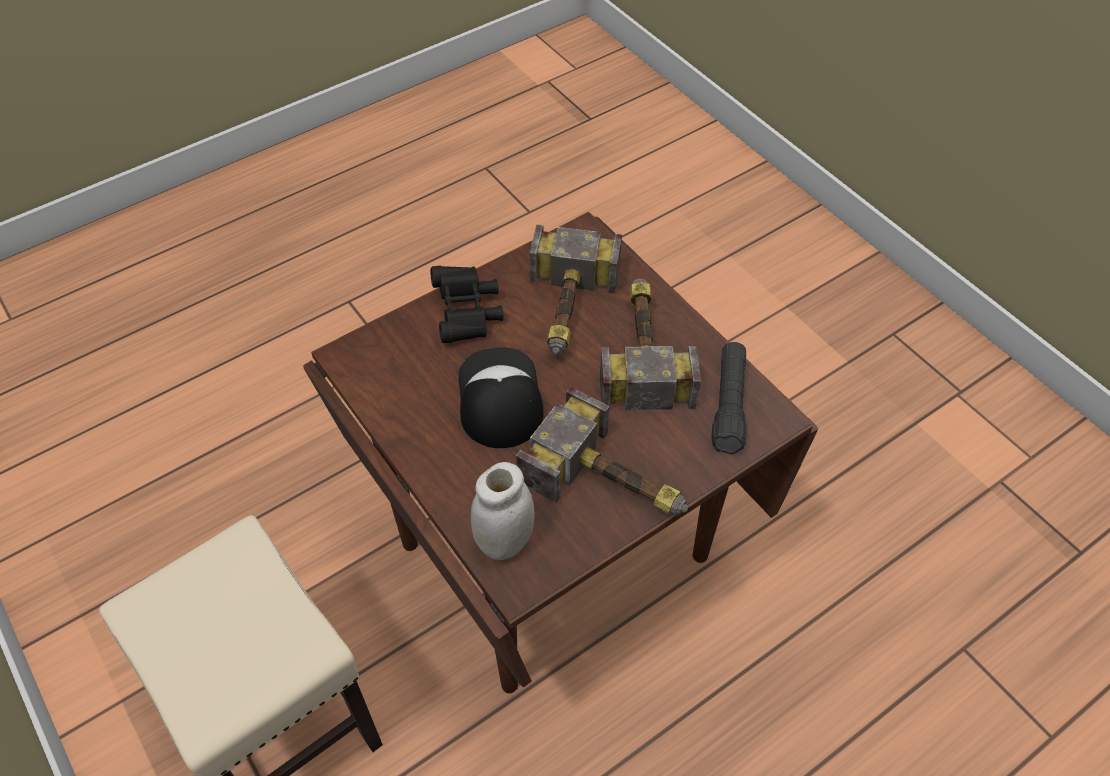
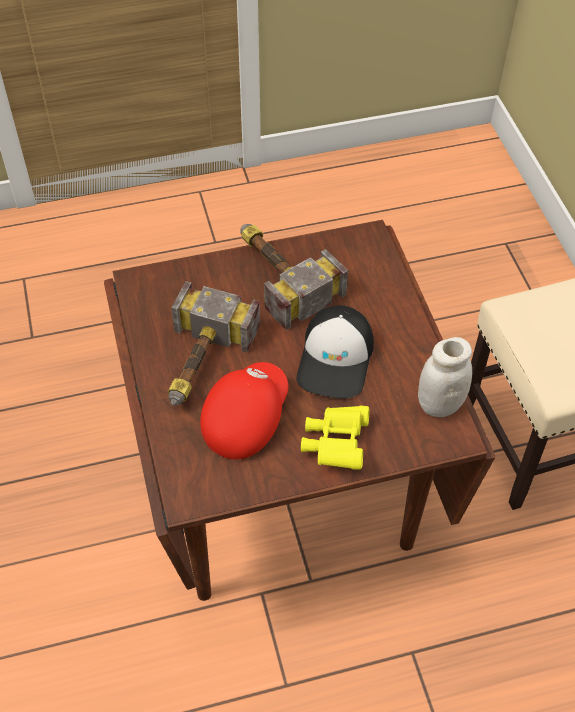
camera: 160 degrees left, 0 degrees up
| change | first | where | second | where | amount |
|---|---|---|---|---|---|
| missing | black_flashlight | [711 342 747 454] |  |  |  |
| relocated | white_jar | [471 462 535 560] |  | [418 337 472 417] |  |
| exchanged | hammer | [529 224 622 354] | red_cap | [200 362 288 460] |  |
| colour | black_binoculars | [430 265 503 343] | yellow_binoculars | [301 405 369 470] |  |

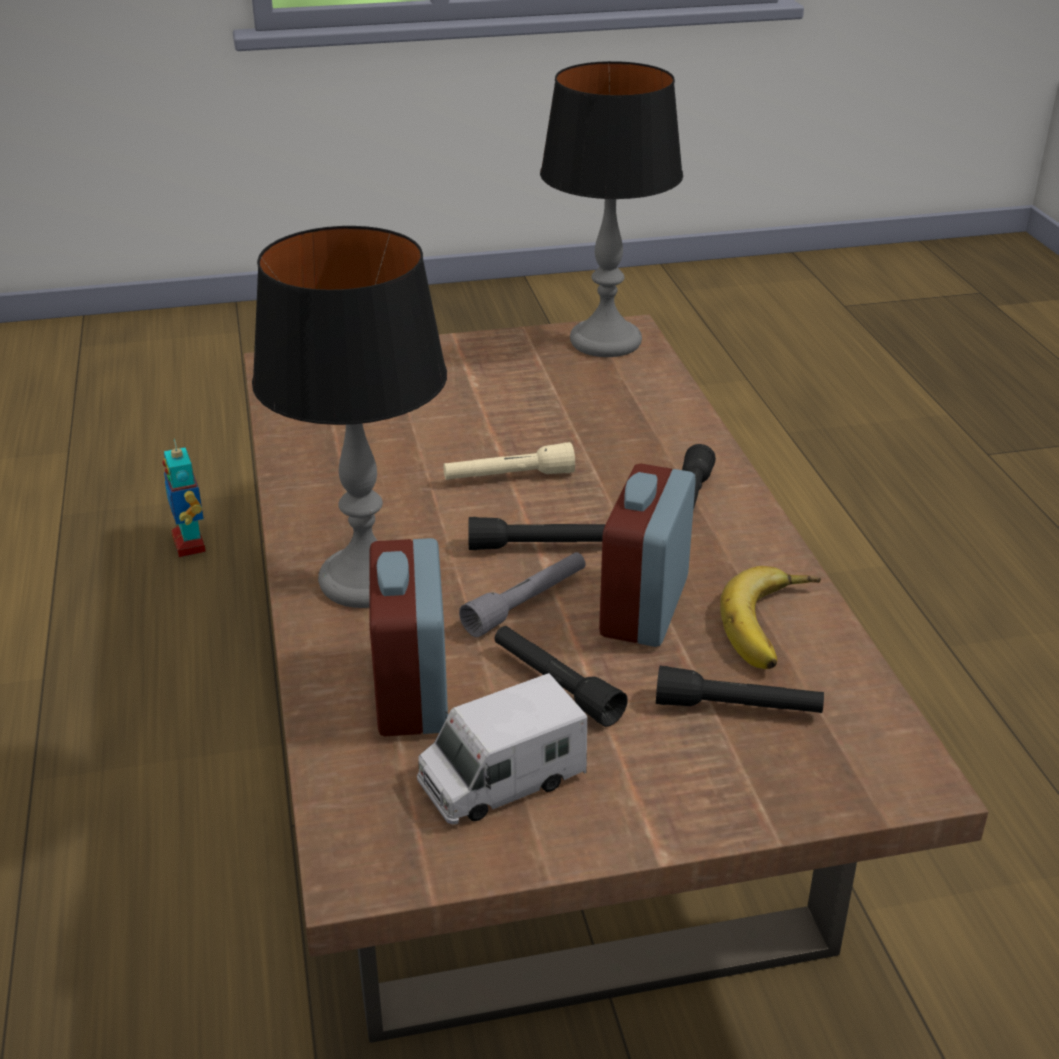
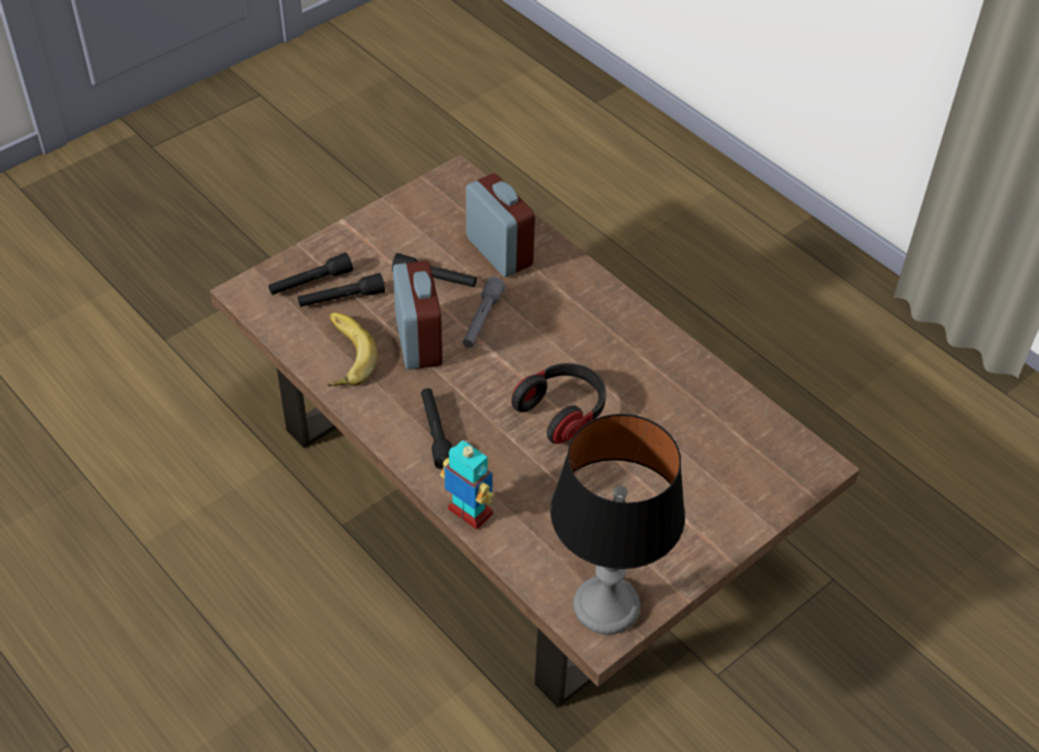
camera: 150 degrees right, 15 degrees up
| change | first | where | second | where | amount |
|---|---|---|---|---|---|
| missing | table_lamp | [252 226 447 608] |  |  |  |
| missing | toy_truck | [417 673 587 825] |  |  |  |
| relocated | toy_robot | [163 439 206 557] |  | [440 440 495 530] |  |
| relocated | black_flashlight | [468 517 605 550] |  | [268 252 353 295] |  |
| exchanged | beige_flashlight | [443 442 575 480] | headphones | [511 363 606 444] |  |

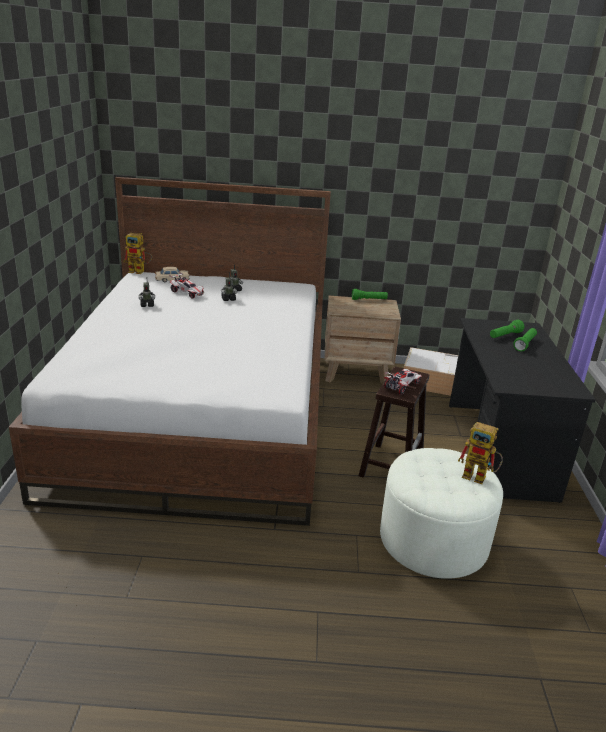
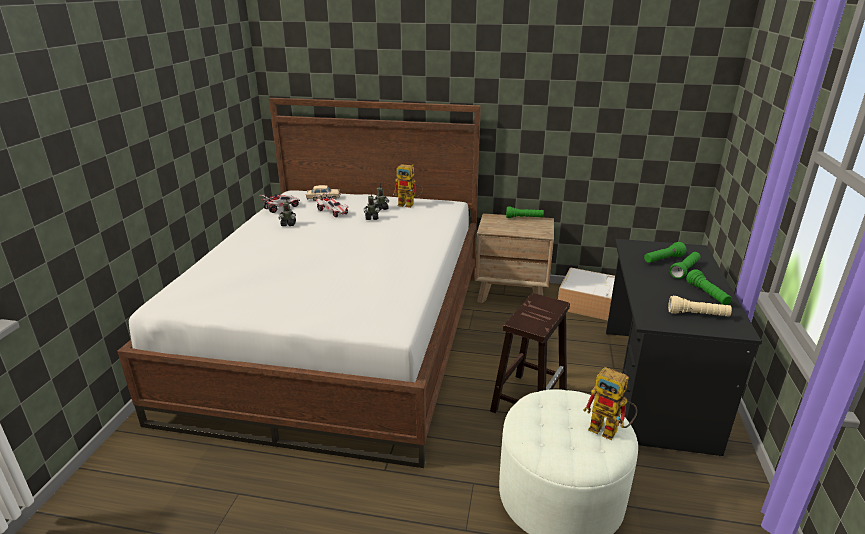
camera: 10 degrees right, 0 degrees up
| change | first | where | second | where | amount |
|---|---|---|---|---|---|
| appeared |  |  | beige_flashlight | [668 296 732 317] |  |
| appeared |  |  | green_flashlight | [686 269 732 305] |  |
| relocated | toy_robot | [123 233 152 274] |  | [393 164 423 208] |  |
| relocated | toy_car | [384 369 422 395] |  | [259 194 300 213] |  |

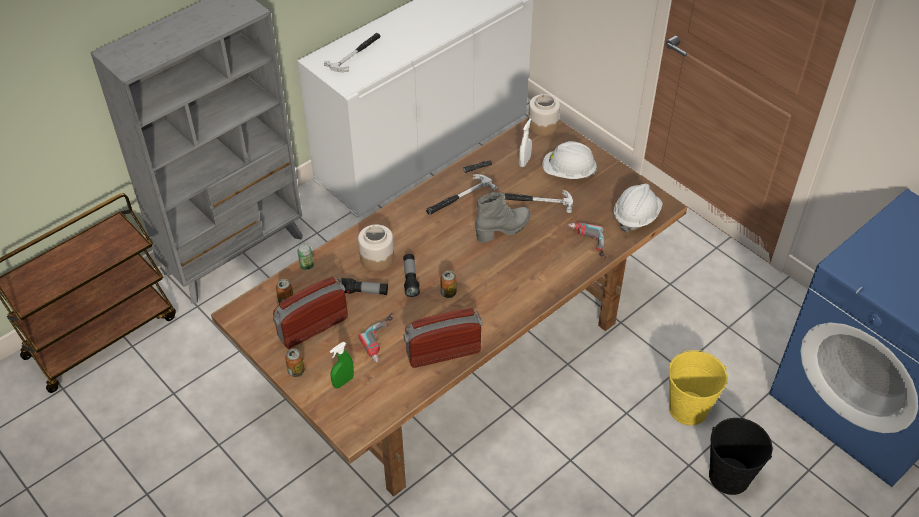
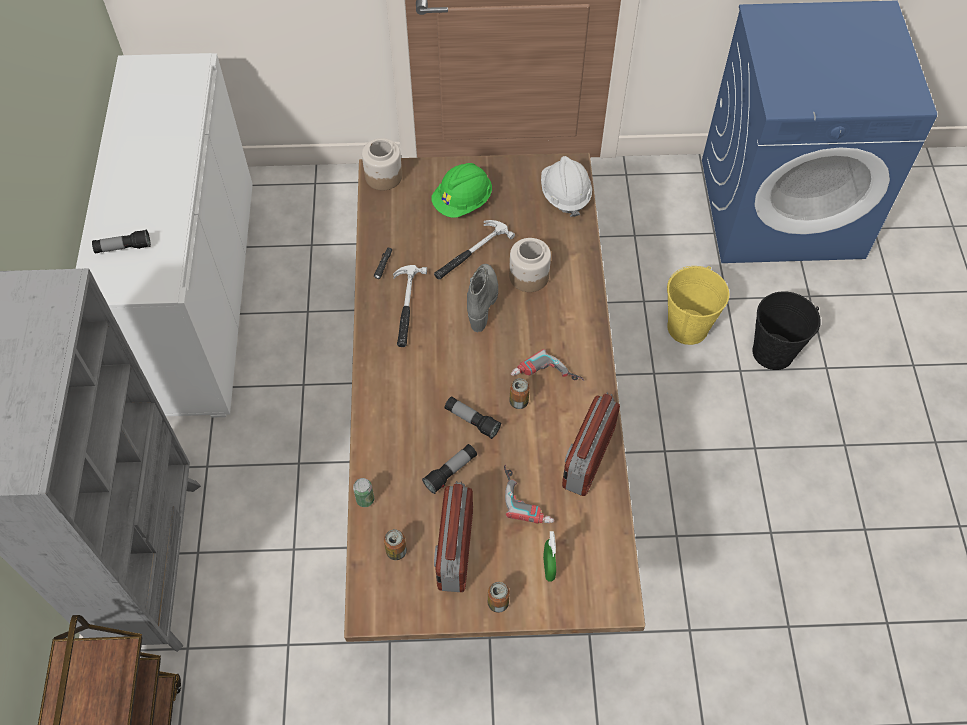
camera: 50 degrees left, 10 degrees up
| change | first | where | second | where | amount |
|---|---|---|---|---|---|
| missing | white_spray_bottle | [519 119 532 167] |  |  |  |
| relocated | jar | [358 224 394 271] |  | [509 238 551 292] |  |
| relocated | power_drill | [568 223 606 260] |  | [511 349 584 381] |  |
| exchanged | hammer | [324 33 381 72] | flashlight | [92 229 151 254] |  |
| colour | white_hard_hat | [542 141 597 179] | green_hard_hat | [431 163 492 218] |  |

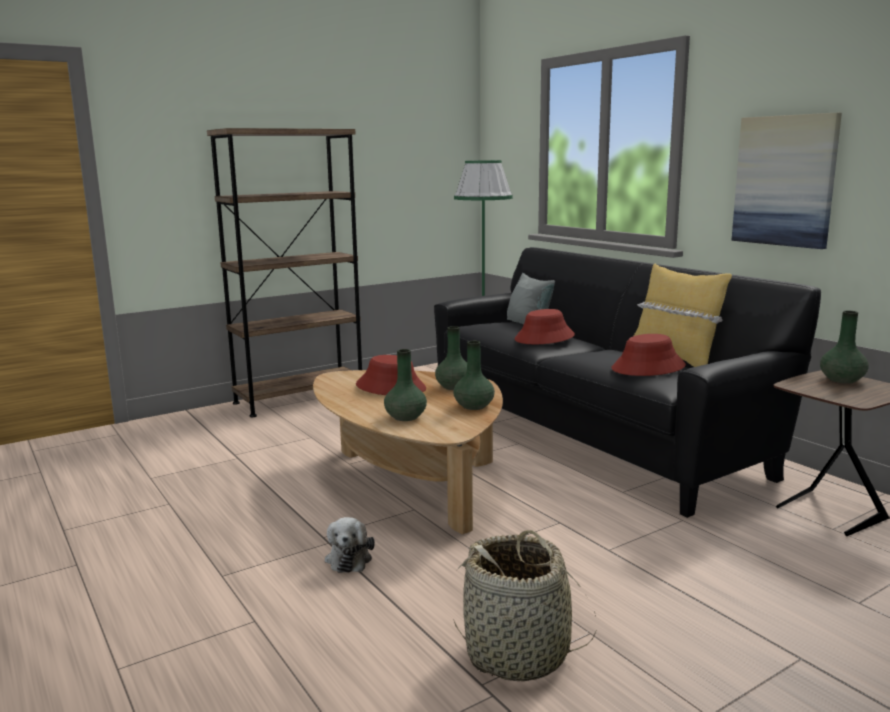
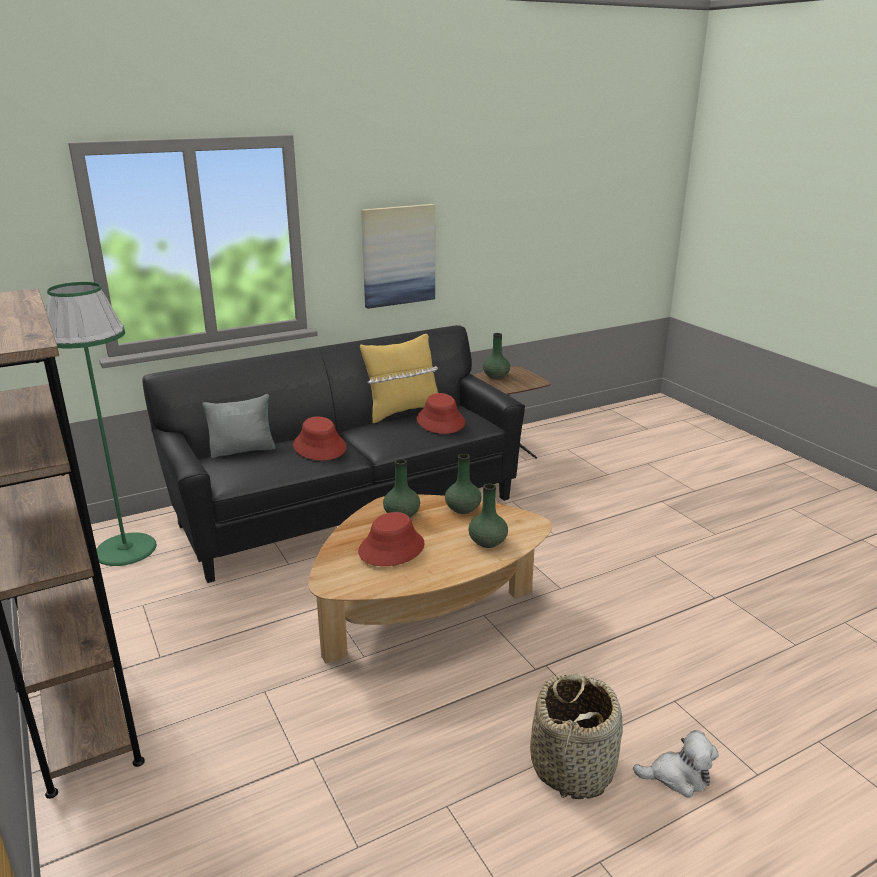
camera: 85 degrees left, 10 degrees up
| change | first | where | second | where | amount |
|---|---|---|---|---|---|
| relocated | plush_toy | [325 517 375 573] |  | [633 730 719 797] |  |
| relocated | basket | [453 530 597 681] |  | [530 674 623 799] |  |

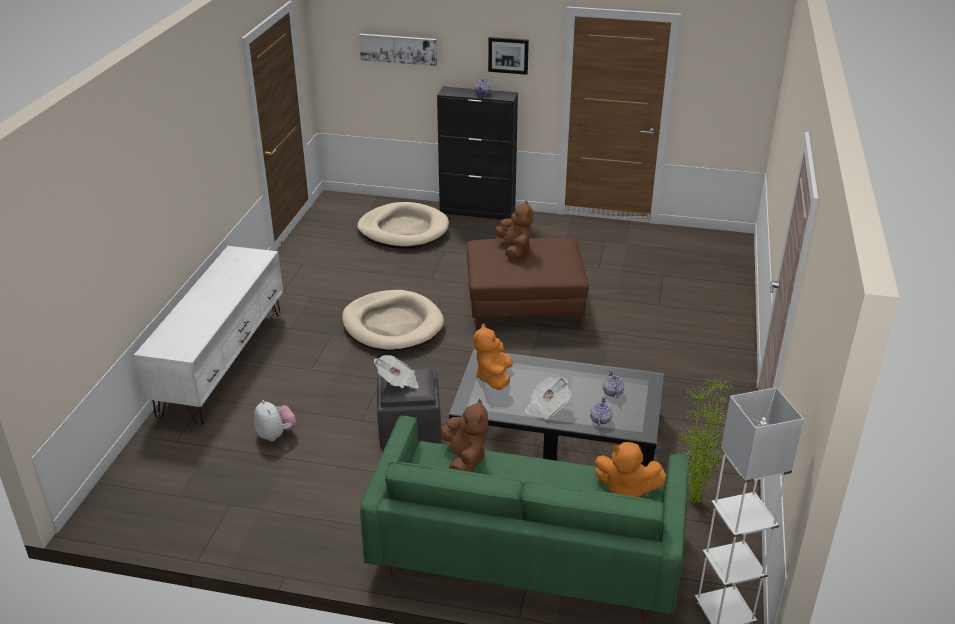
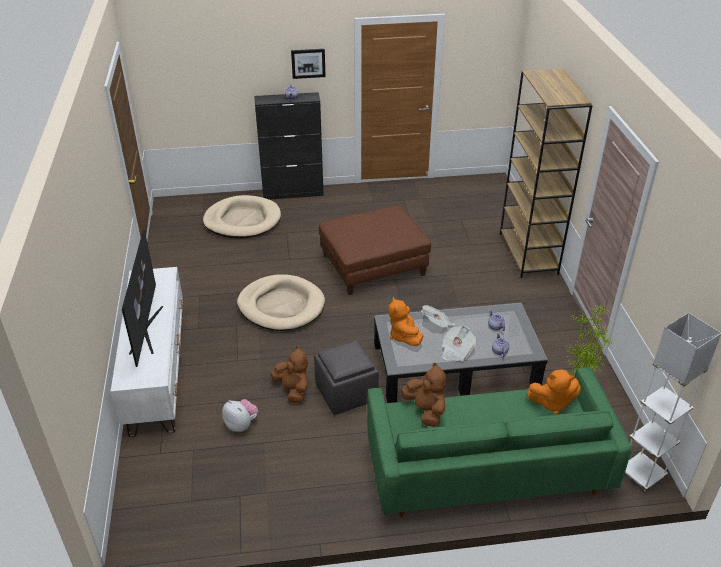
camera: 20 degrees left, 5 degrees up
| change | first | where | second | where | amount |
|---|---|---|---|---|---|
| missing | picture | [359 34 437 66] |  |  |  |
| appeared |  |  | television | [122 230 163 367] |  |
| appeared |  |  | brown_bookcase | [500 69 593 278] |  |
| relocated | newspaper | [374 355 419 388] |  | [421 305 455 328] |  |
| relocated | brown_plush_toy | [495 201 533 259] |  | [270 346 308 403] |  |

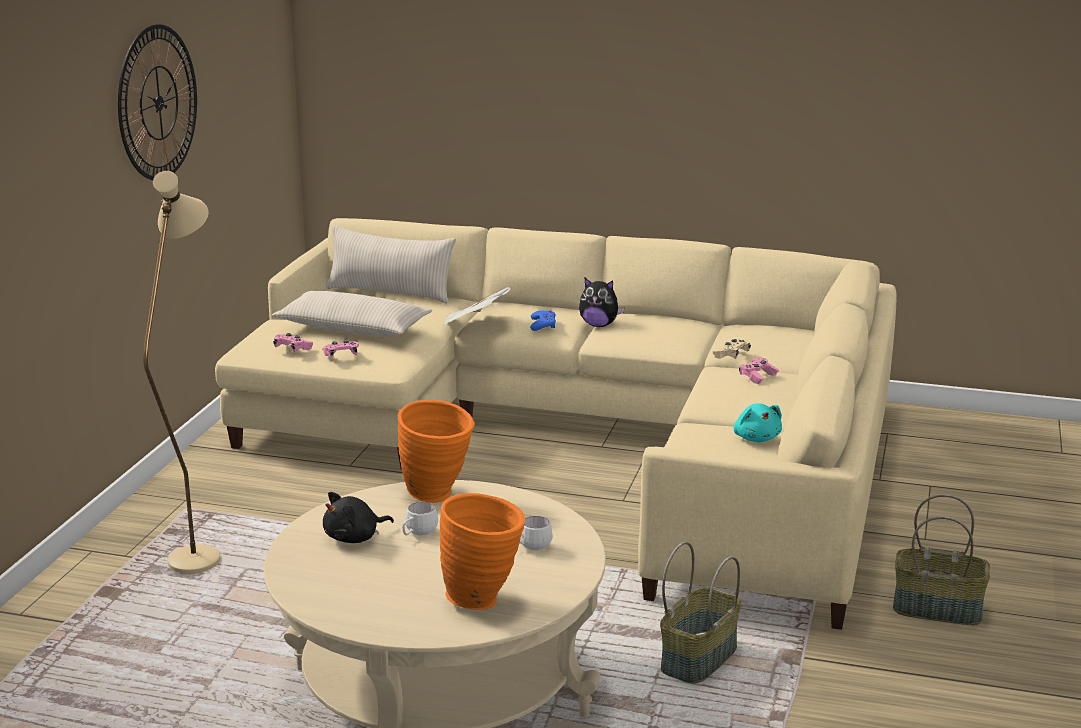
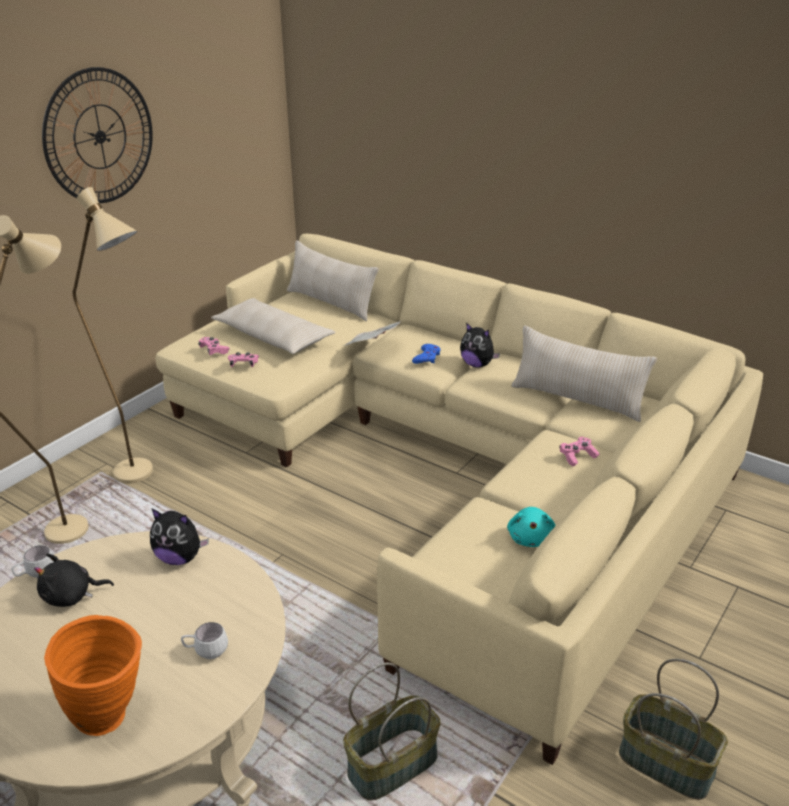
camera: 20 degrees right, 10 degrees up
| change | first | where | second | where | amount |
|---|---|---|---|---|---|
| missing | beige_game_controller | [713 339 751 359] |  |  |  |
| appeared |  |  | beige_floor_lamp | [73 187 153 484] |  |
| appeared |  |  | beige_pillow | [511 326 657 422] |  |
| relocated | white_mug | [402 502 438 535] |  | [11 545 54 578] |  |
| exchanged | orange_vase | [398 400 475 503] | plush_toy | [150 508 209 565] |  |

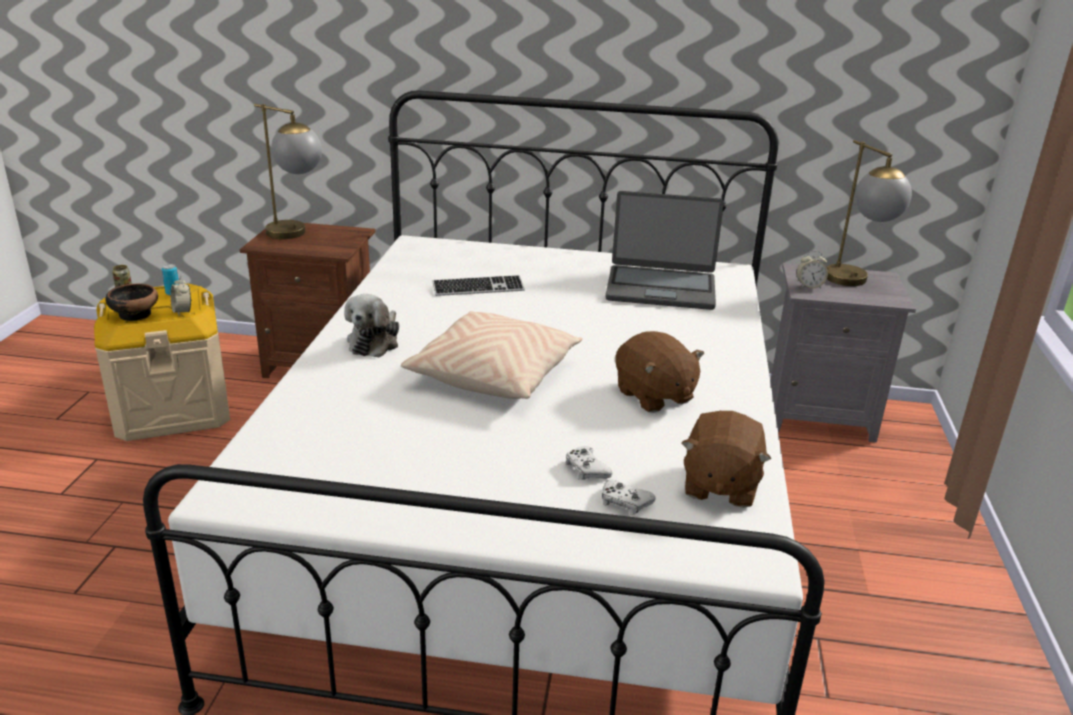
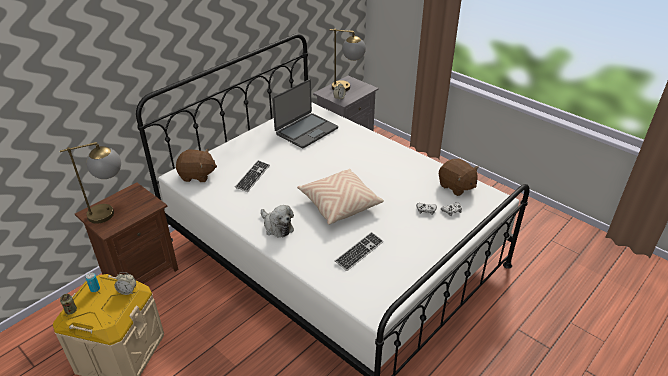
camera: 55 degrees left, 10 degrees up
| change | first | where | second | where | amount |
|---|---|---|---|---|---|
| missing | bowl | [105 284 158 321] |  |  |  |
| appeared |  |  | keyboard | [335 232 384 271] |  |
| relocated | brown_plush_toy | [615 331 704 413] |  | [176 149 217 182] |  |

